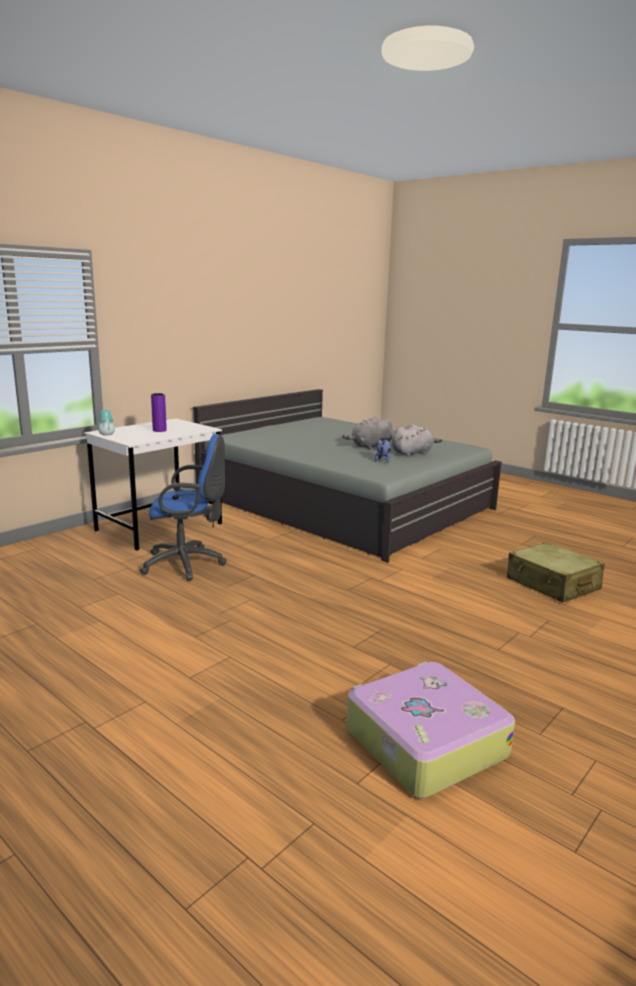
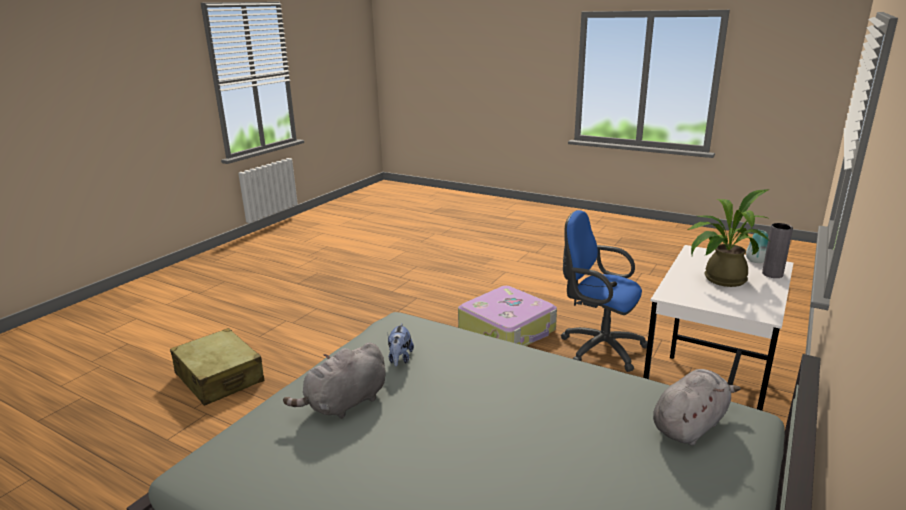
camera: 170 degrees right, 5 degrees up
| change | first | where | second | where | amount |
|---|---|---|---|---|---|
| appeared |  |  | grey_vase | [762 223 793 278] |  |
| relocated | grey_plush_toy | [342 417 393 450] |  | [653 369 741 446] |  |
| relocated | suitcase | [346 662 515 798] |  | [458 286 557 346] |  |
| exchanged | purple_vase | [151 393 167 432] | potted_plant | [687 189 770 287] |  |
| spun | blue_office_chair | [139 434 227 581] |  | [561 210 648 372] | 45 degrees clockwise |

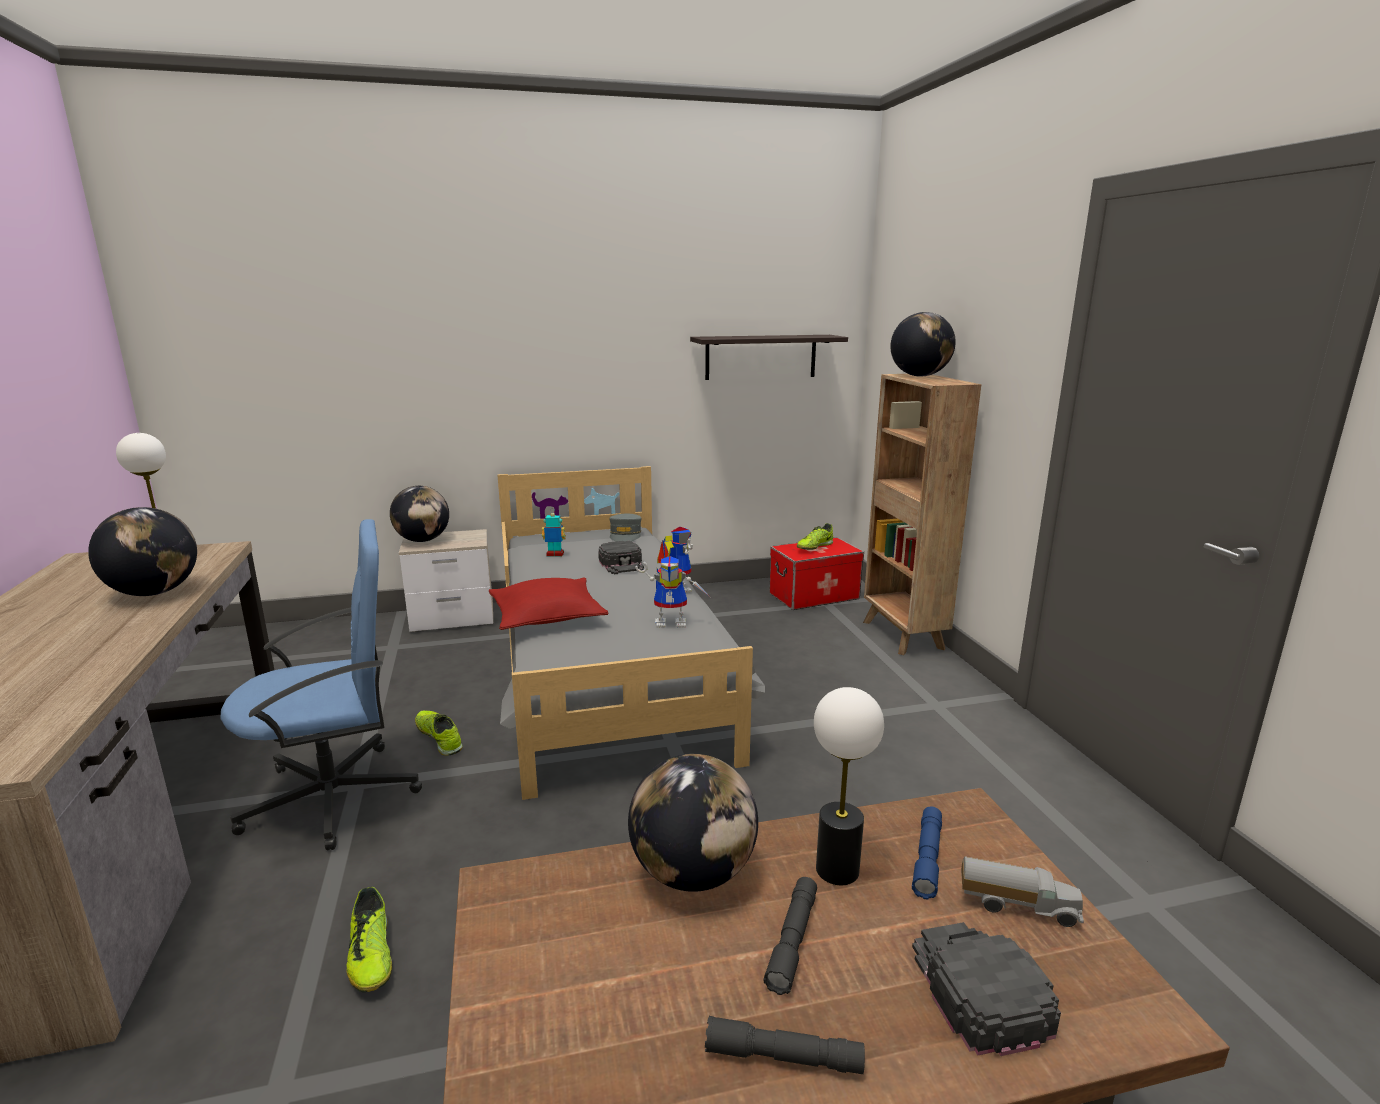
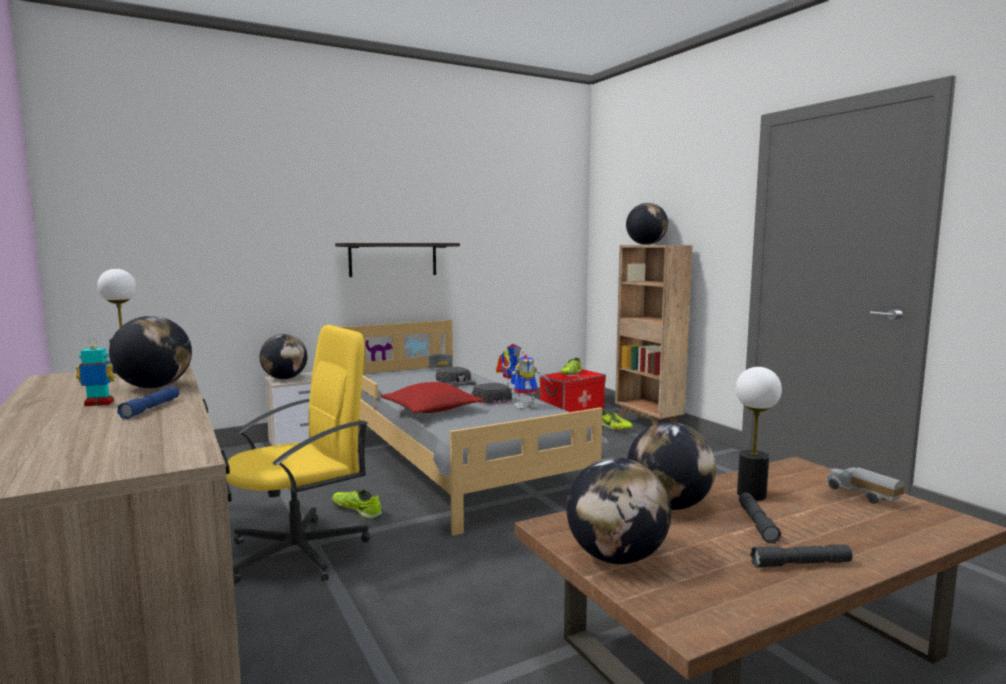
camera: 15 degrees left, 10 degrees down
| change | first | where | second | where | amount |
|---|---|---|---|---|---|
| appeared |  |  | globe | [566 457 671 564] |  |
| relocated | shoe | [346 887 392 992] |  | [602 409 634 430] |  |
| relocated | toy_robot | [542 509 566 556] |  | [76 338 115 406] |  |
| relocated | shelf | [690 335 848 380] |  | [335 243 460 277] |  |
| relocated | blue_flashlight | [912 807 942 899] |  | [117 386 179 419] |  |
| relocated | black_cap | [912 922 1061 1056] |  | [470 383 512 405] |  |
| colour | blue_office_chair | [221 519 422 850] | yellow_office_chair | [226 325 370 584] |  |
| spun | toy_truck | [961 856 1084 927] |  | [825 467 905 504] | 120 degrees counterclockwise |

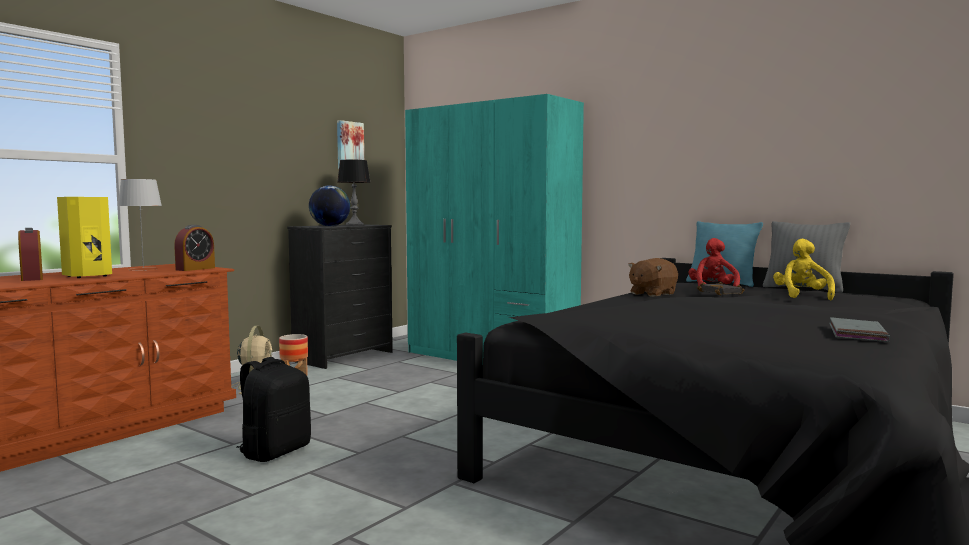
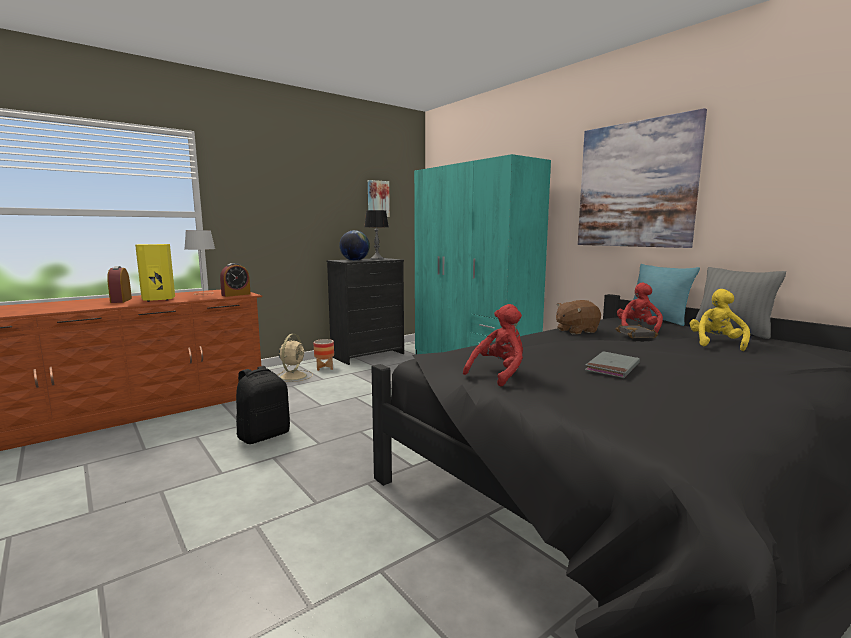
camera: 15 degrees right, 5 degrees up
| change | first | where | second | where | amount |
|---|---|---|---|---|---|
| appeared |  |  | red_plush_toy | [463 304 523 387] |  |
| appeared |  |  | picture | [578 108 707 248] |  |
| relocated | grey_book | [829 317 890 342] |  | [585 351 640 378] |  |

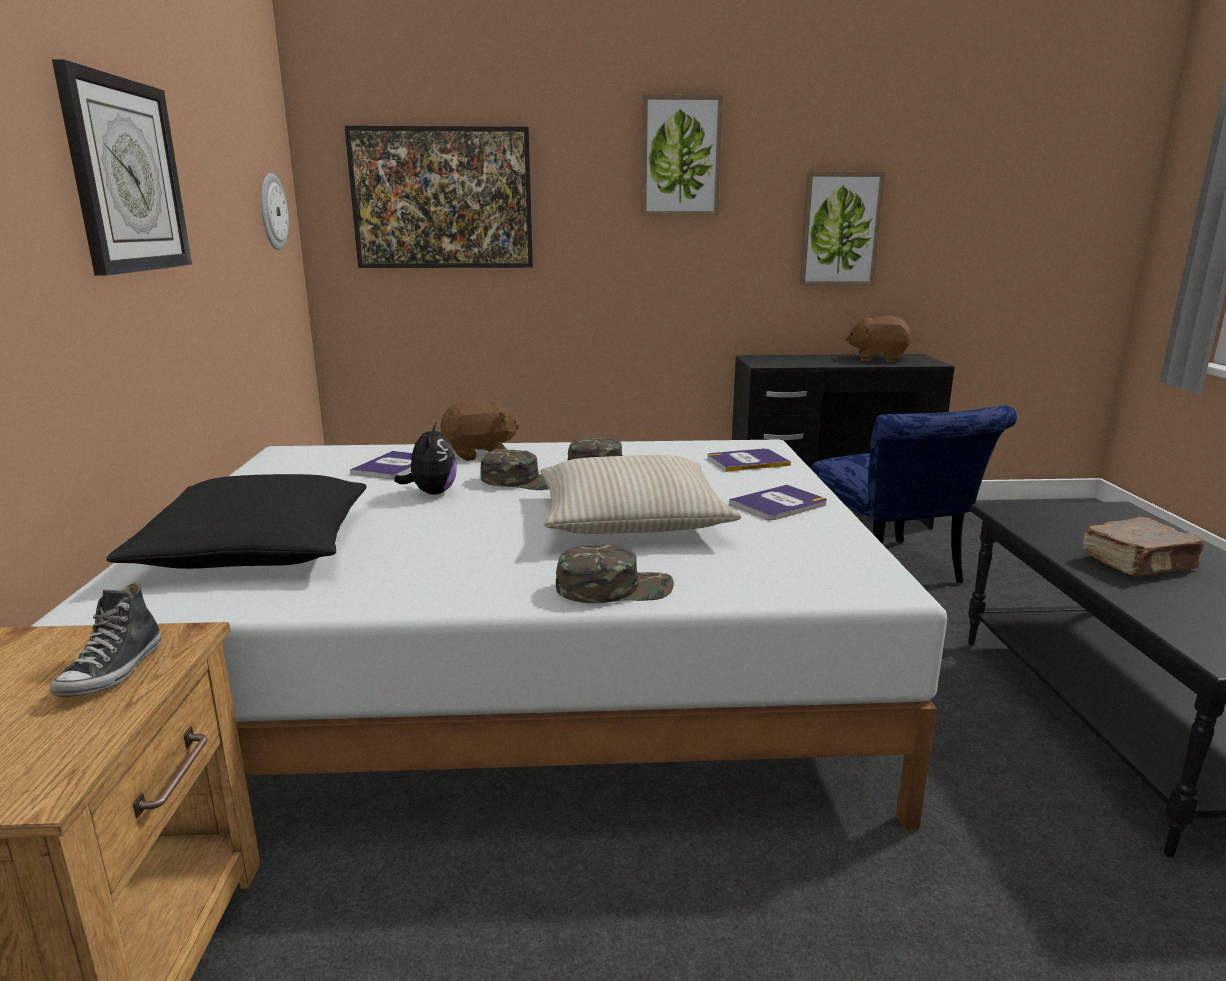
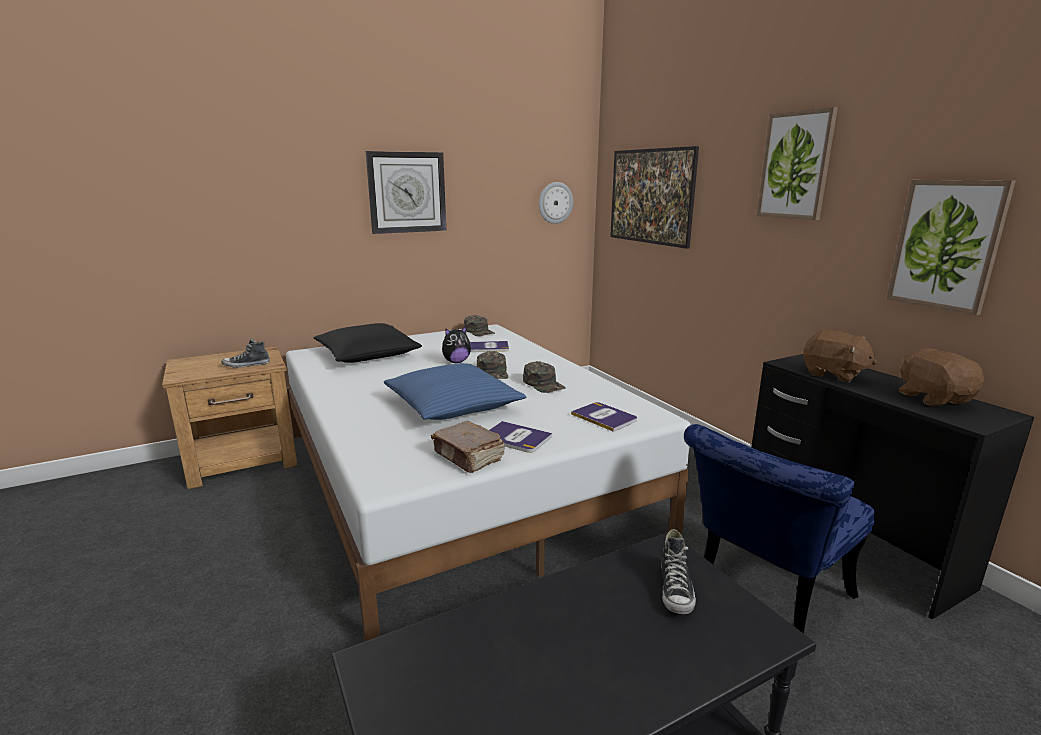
camera: 65 degrees right, 0 degrees up
| change | first | where | second | where | amount |
|---|---|---|---|---|---|
| appeared |  |  | shoe | [661 529 696 614] |  |
| relocated | brown_plush_toy | [440 401 519 461] |  | [803 330 877 383] |  |
| relocated | green_cap | [556 544 674 603] |  | [464 315 495 336] |  |
| relocated | brown_book | [1083 517 1203 576] |  | [431 421 505 473] |  |
| colour | beige_pillow | [540 455 742 534] | blue_pillow | [384 363 527 420] |  |

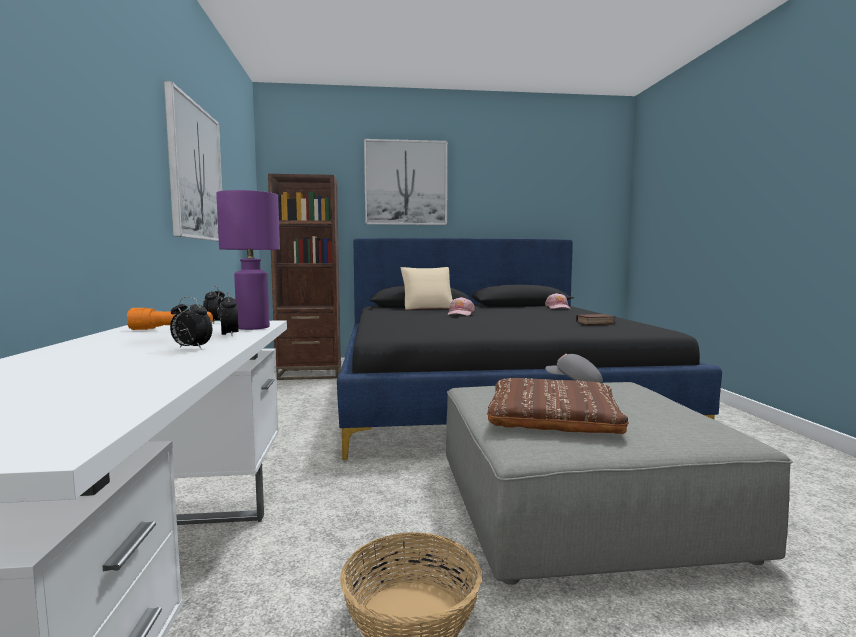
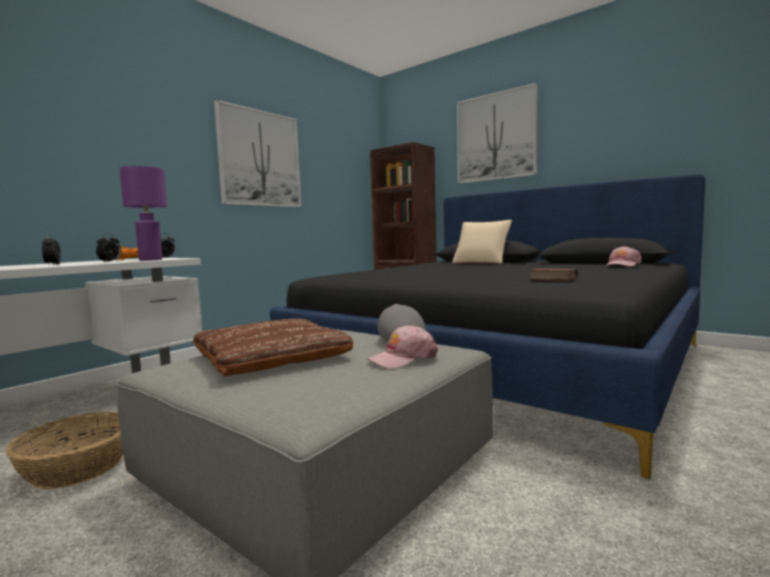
camera: 45 degrees right, 0 degrees up
| change | first | where | second | where | amount |
|---|---|---|---|---|---|
| relocated | pink_cap | [447 297 475 315] |  | [368 325 438 369] |  |

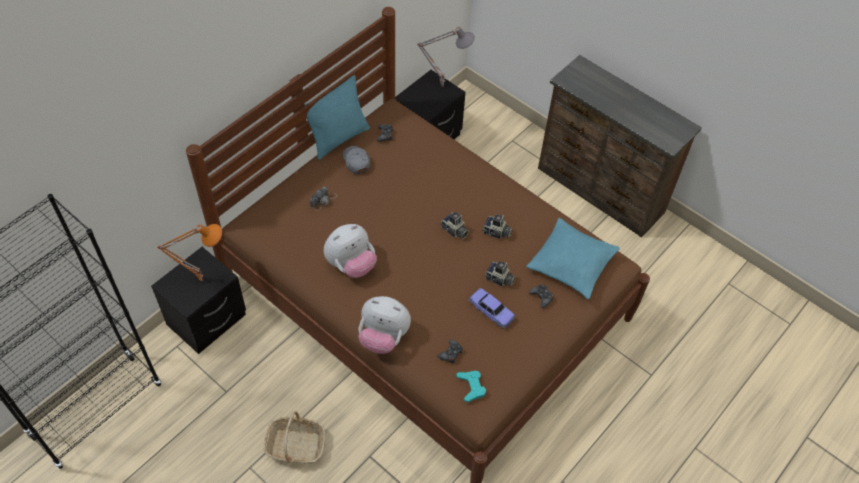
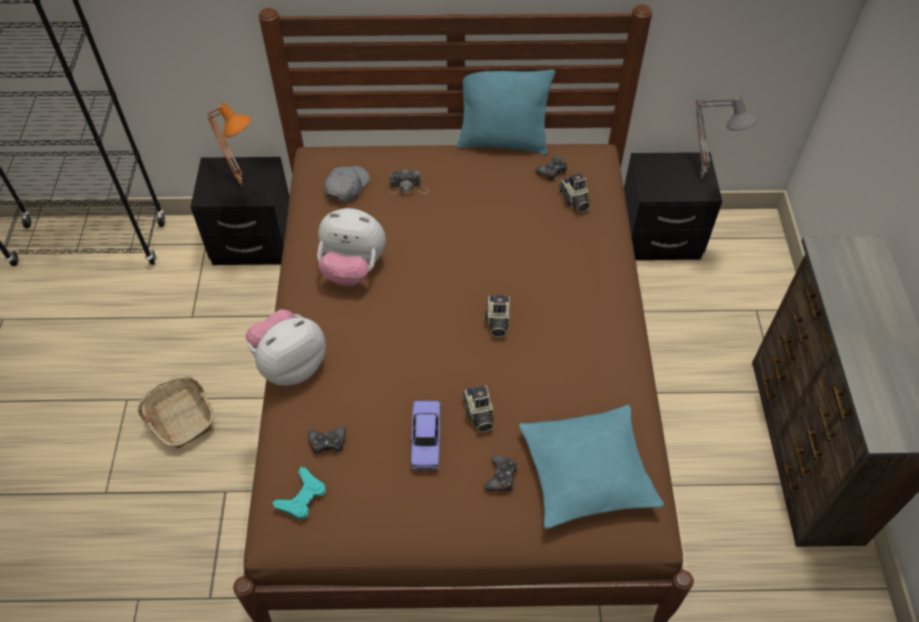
camera: 50 degrees right, 0 degrees up
| change | first | where | second | where | amount |
|---|---|---|---|---|---|
| relocated | grey_cap | [343 146 370 175] |  | [325 166 370 204] |  |
| relocated | photo_camera | [482 214 512 239] |  | [559 173 591 213] |  |
| spun | plush_toy | [358 296 411 354] |  | [246 309 326 386] | 75 degrees clockwise |

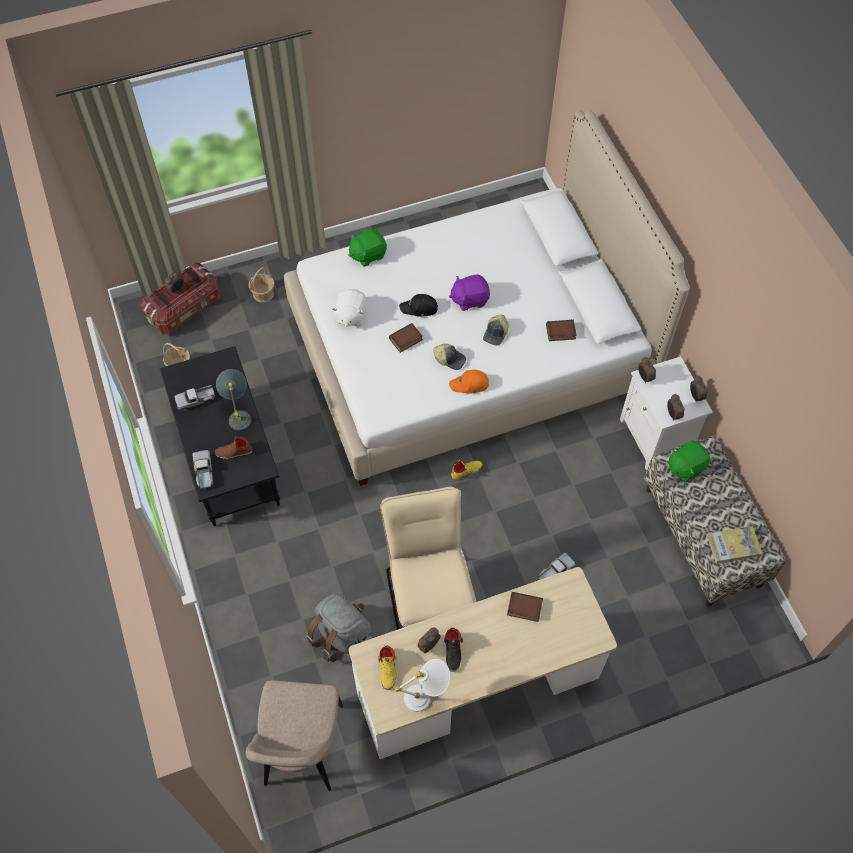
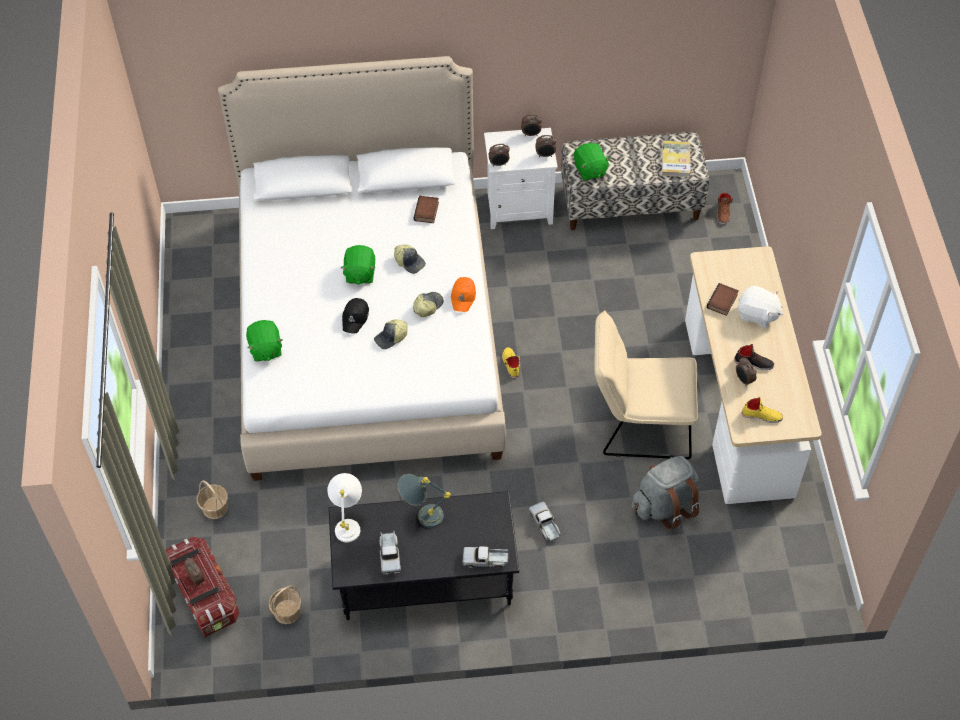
camera: 75 degrees left, 5 degrees down
| change | first | where | second | where | amount |
|---|---|---|---|---|---|
| missing | beige_chair | [245 680 343 791] |  |  |  |
| relocated | brown_shoe | [215 436 252 459] |  | [717 193 733 225] |  |
| relocated | white_plush_toy | [332 289 367 327] |  | [738 286 783 328] |  |
| relocated | white_table_lamp | [395 659 450 712] |  | [327 473 362 542] |  |
| relocated | toy_truck | [538 553 576 580] |  | [529 502 560 541] |  |
| exchanged | book | [389 323 423 353] | cap | [374 320 407 349] |  |
| colour | purple_plush_toy | [449 274 490 311] | green_plush_toy | [341 245 375 285] |  |

